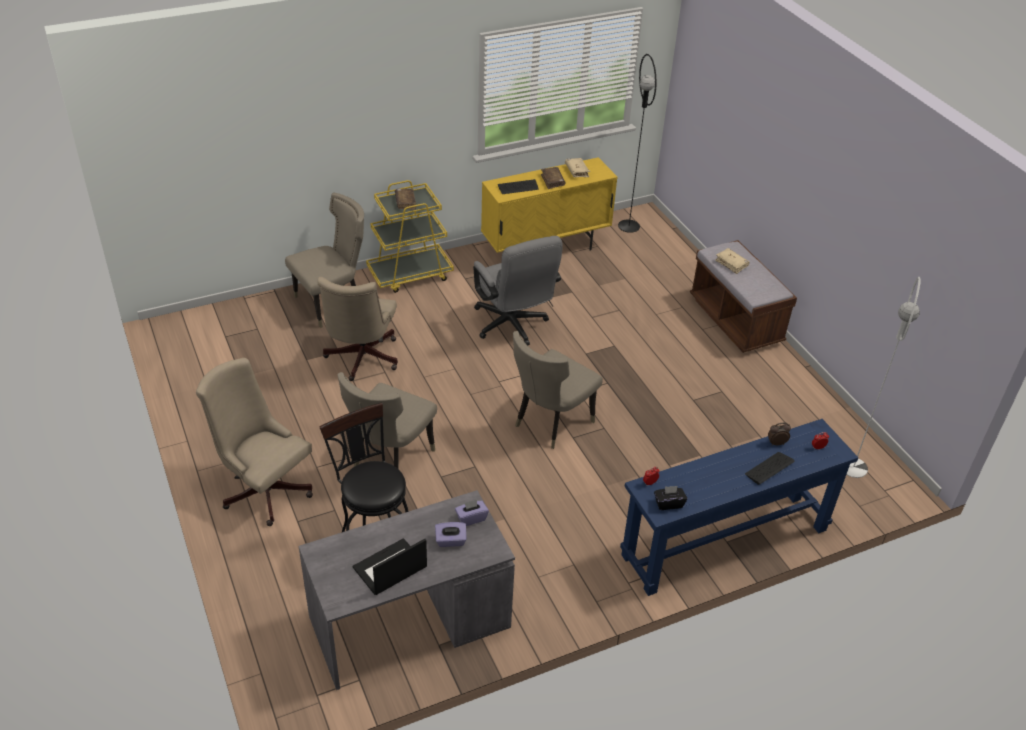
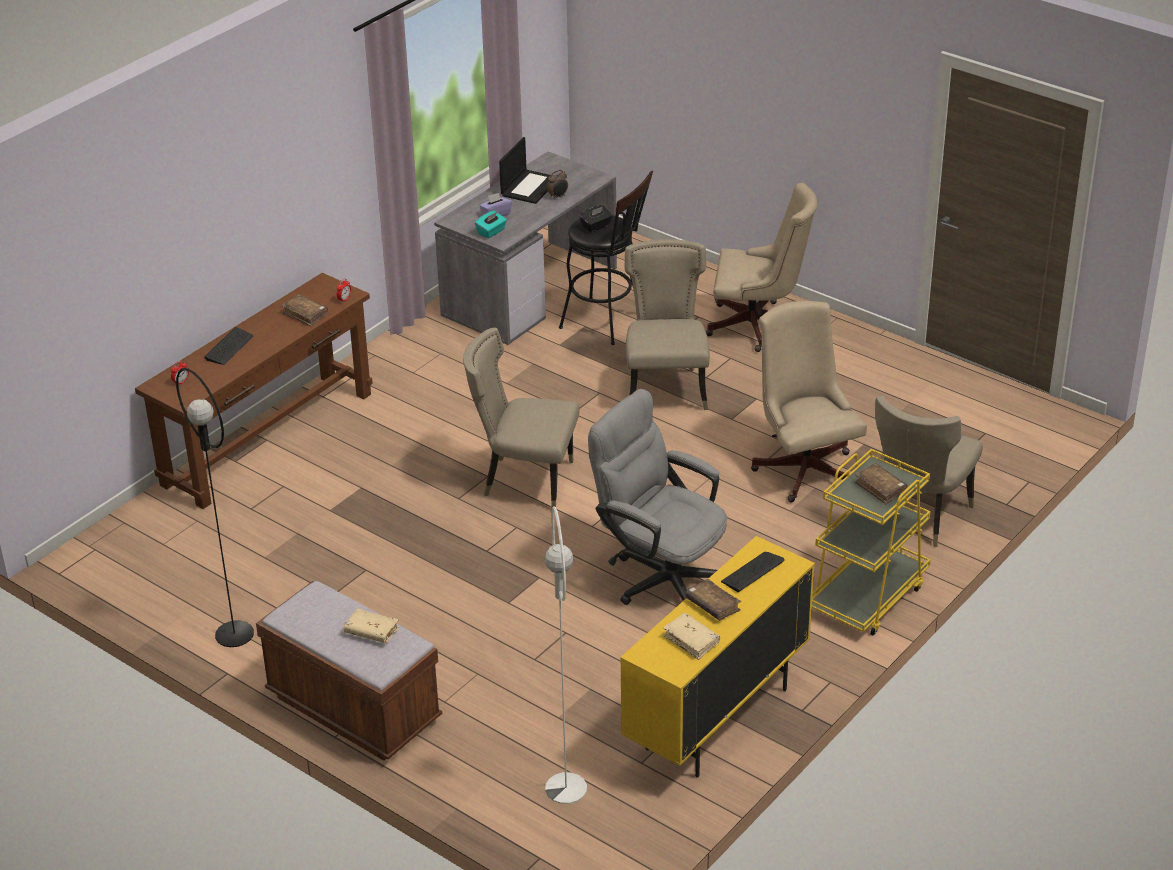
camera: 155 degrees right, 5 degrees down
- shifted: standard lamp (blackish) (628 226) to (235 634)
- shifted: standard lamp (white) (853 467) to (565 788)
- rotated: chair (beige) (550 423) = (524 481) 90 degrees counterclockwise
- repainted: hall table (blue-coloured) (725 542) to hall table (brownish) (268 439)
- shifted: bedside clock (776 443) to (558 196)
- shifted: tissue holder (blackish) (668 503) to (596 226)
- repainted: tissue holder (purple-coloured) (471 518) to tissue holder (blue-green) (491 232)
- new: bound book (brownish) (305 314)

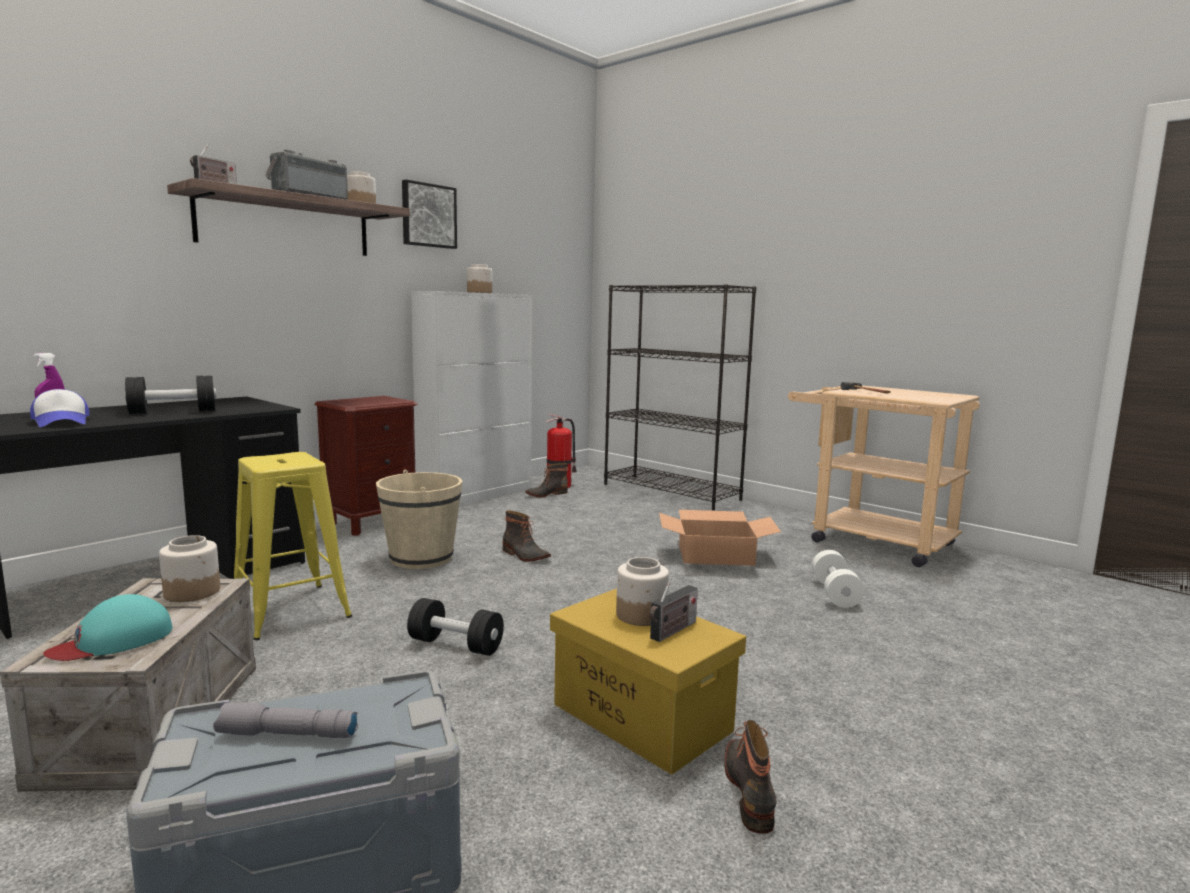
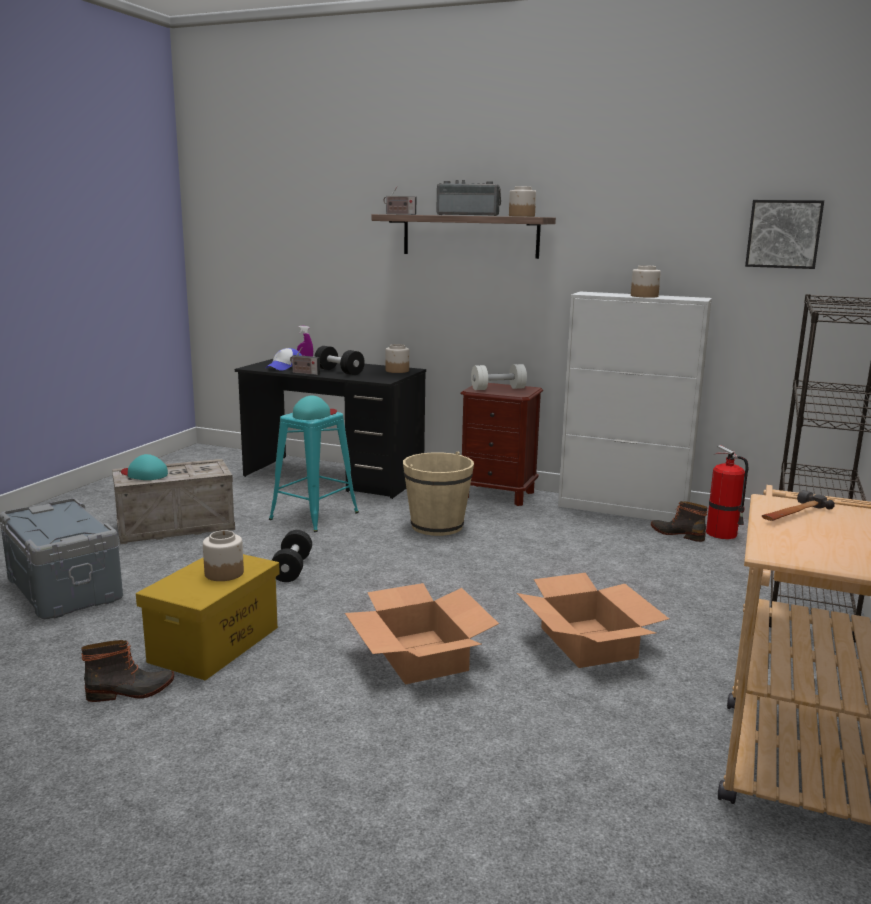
camera: 70 degrees right, 5 degrees up
- shifted: wall art (428 215) to (783 234)
- repainted: sitting stool (yellow-coloured) (290 610) to sitting stool (blue-green) (314 516)
- gone: boot (524 555)
- shifted: jar (192 592) to (397 371)
- shifted: dumbbell (white) (835 593) to (498 389)
- shifted: radio receiver (672 631) to (304 373)
- gone: hand torch (greyish) (286 735)
- new: cap (blue-green) (315 415)
- new: cardboard box (420 656)

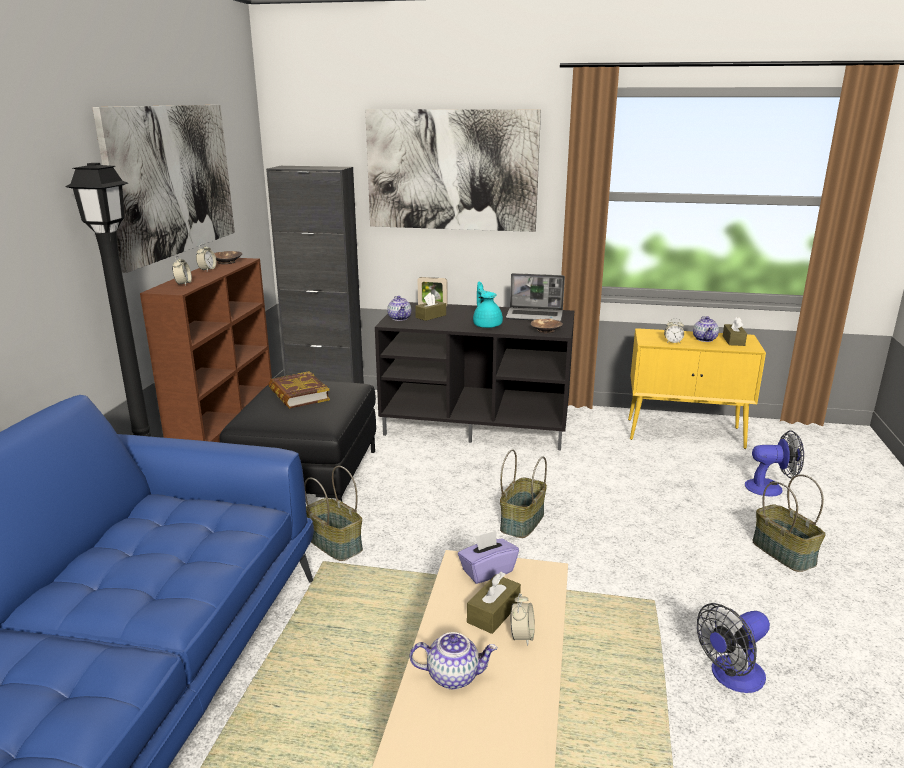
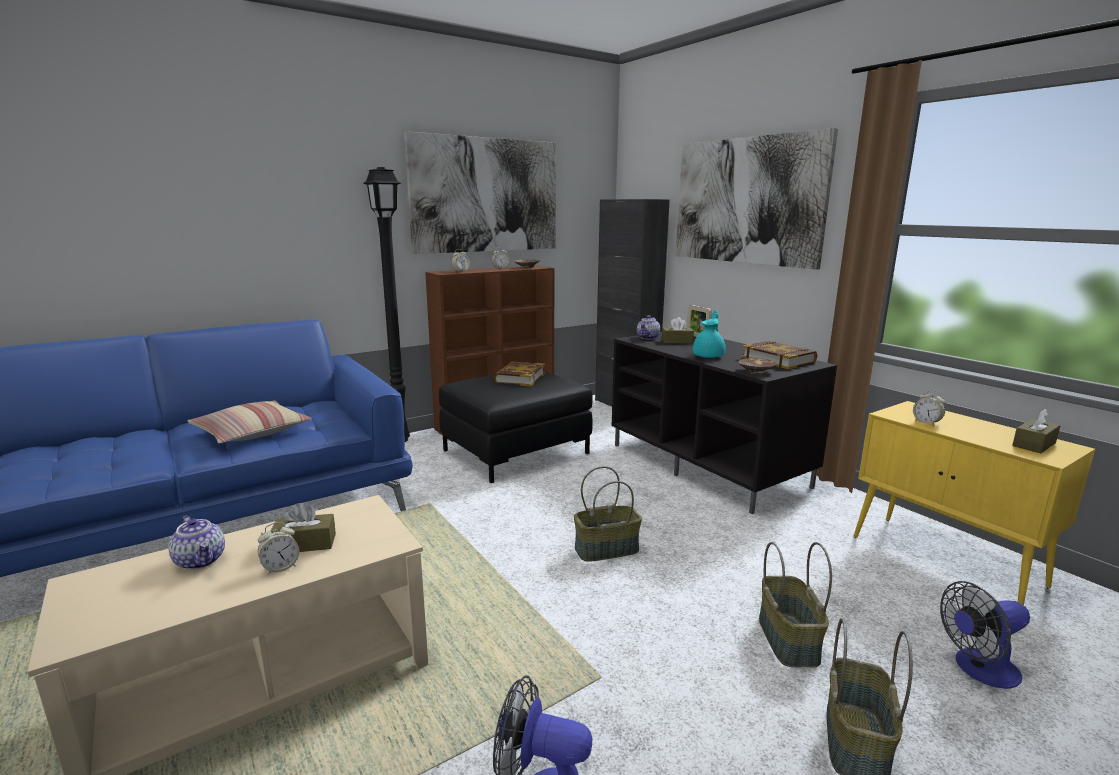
camera: 45 degrees right, 5 degrees down
- swapped: laptop (535 316) to bound book (778 360)
- gone: pot for tea (705 339)
- rotated: electric fan (770 488) = (978 670) 120 degrees clockwise
- shifted: storage basket (336 544) to (789 640)
- gone: tissue holder (purple-coloured) (487 571)
- new: pillow (251 432)

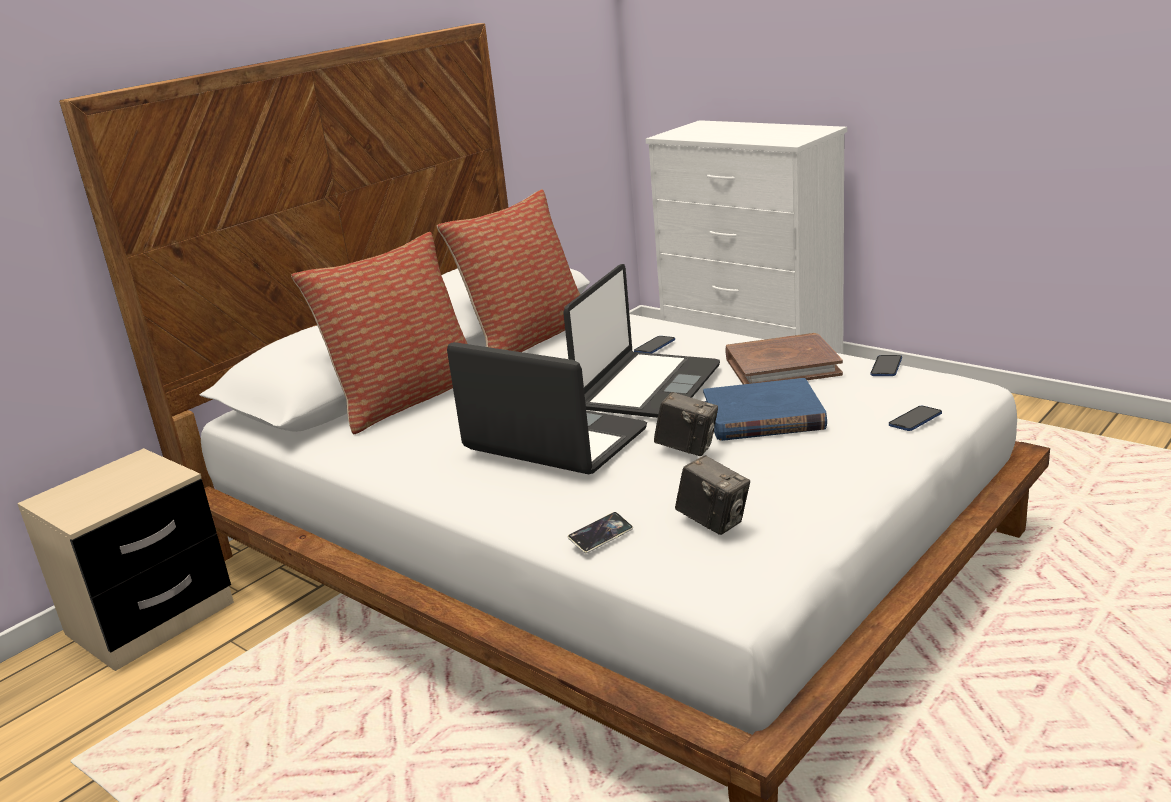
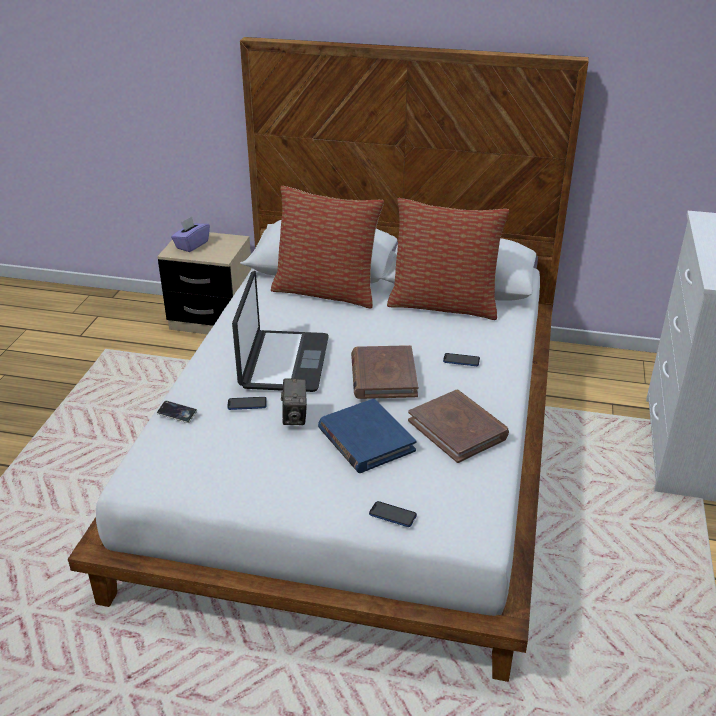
camera: 60 degrees right, 10 degrees up
- swapped: laptop (647 387) to bound book (brownish) (383 376)
- shifted: handset (886 367) to (247 404)
- gone: still camera (713 522)
- new: tissue holder (purple-coloured) (191 245)

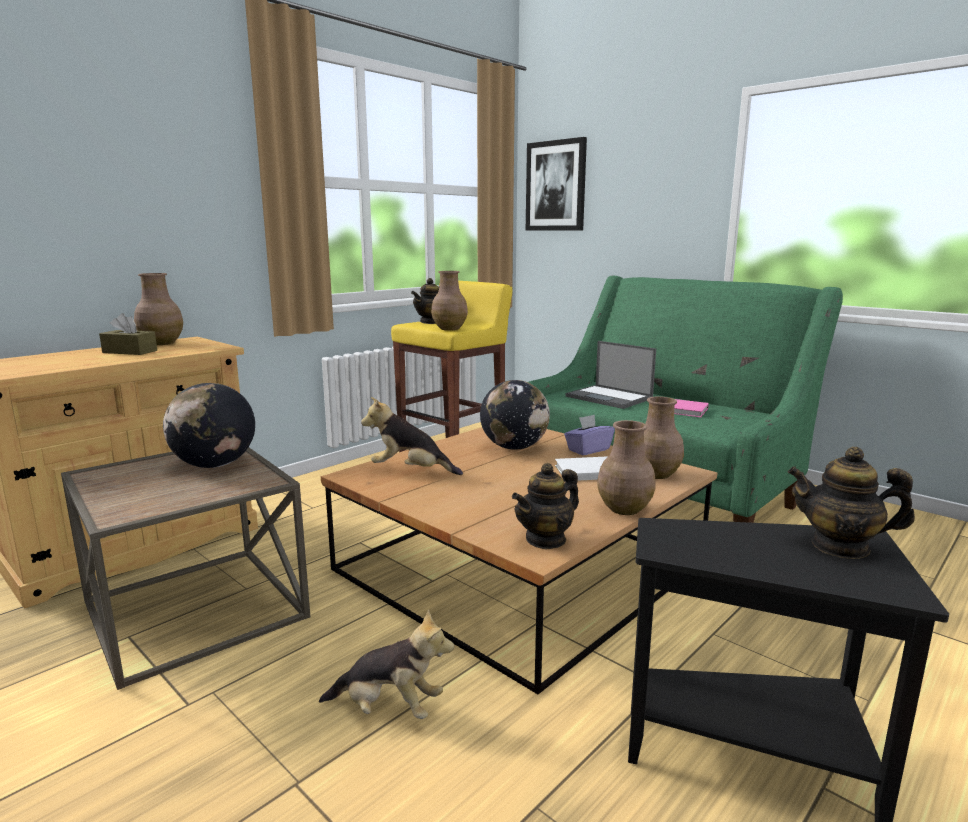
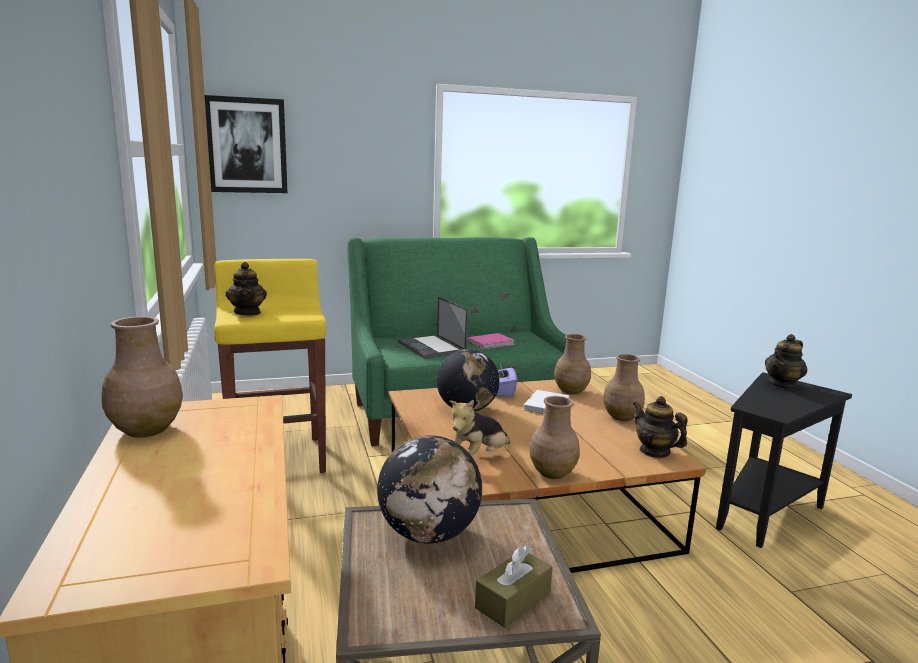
camera: 60 degrees left, 0 degrees up
- shifted: vase (brownish) (450 328) to (552 472)
- shifted: tissue holder (brownish) (130 352) to (513 600)
- rotated: laptop (610 397) = (432 347) 75 degrees clockwise
- rotated: pot for tea (546 539) = (654 451) 150 degrees clockwise
- gone: plush toy (389 708)

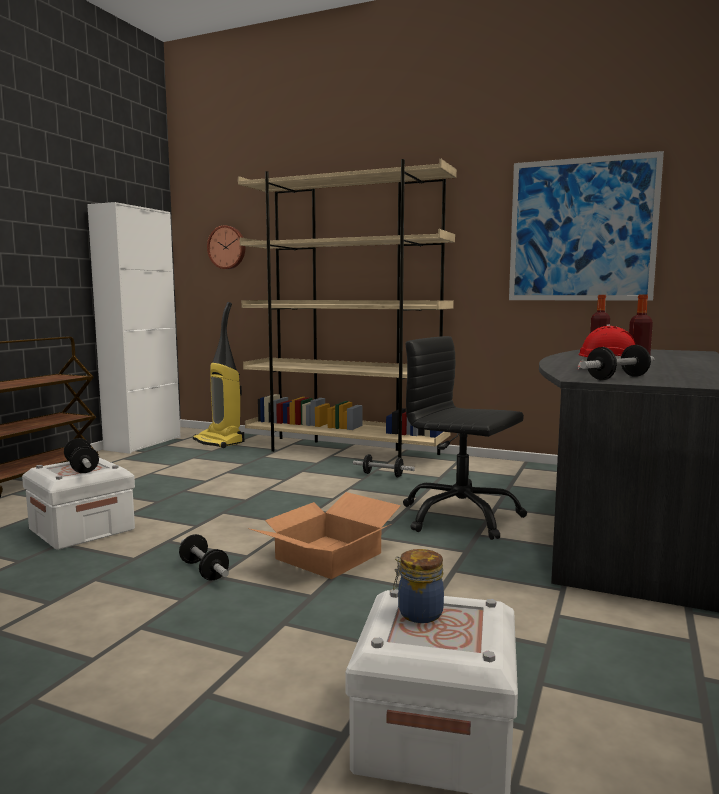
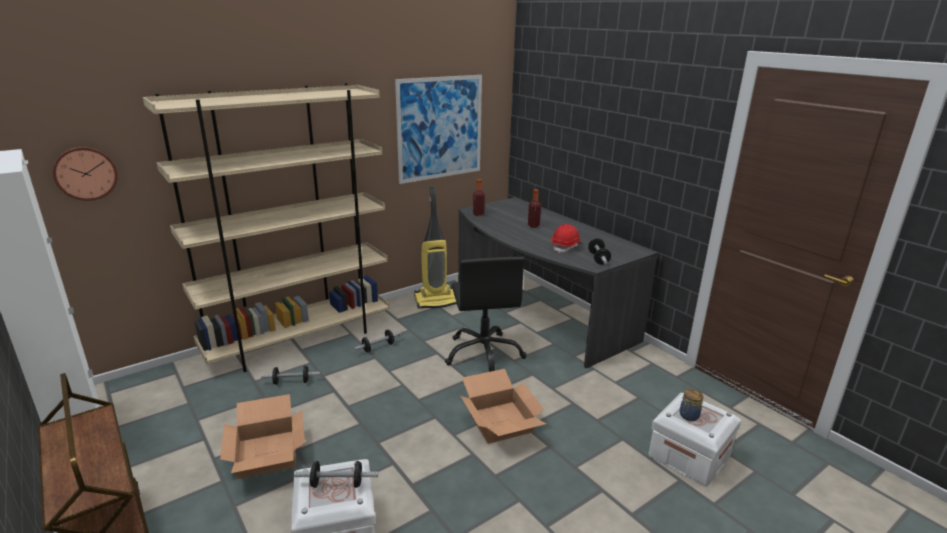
camera: 60 degrees left, 15 degrees up
- shifted: hoover (220 442) to (436 301)
- rotated: desk chair (blackish) (460 517) = (484 354) 75 degrees counterclockwise
- shifted: dumbbell (204 571) to (291 382)
- new: cardboard box (268 454)

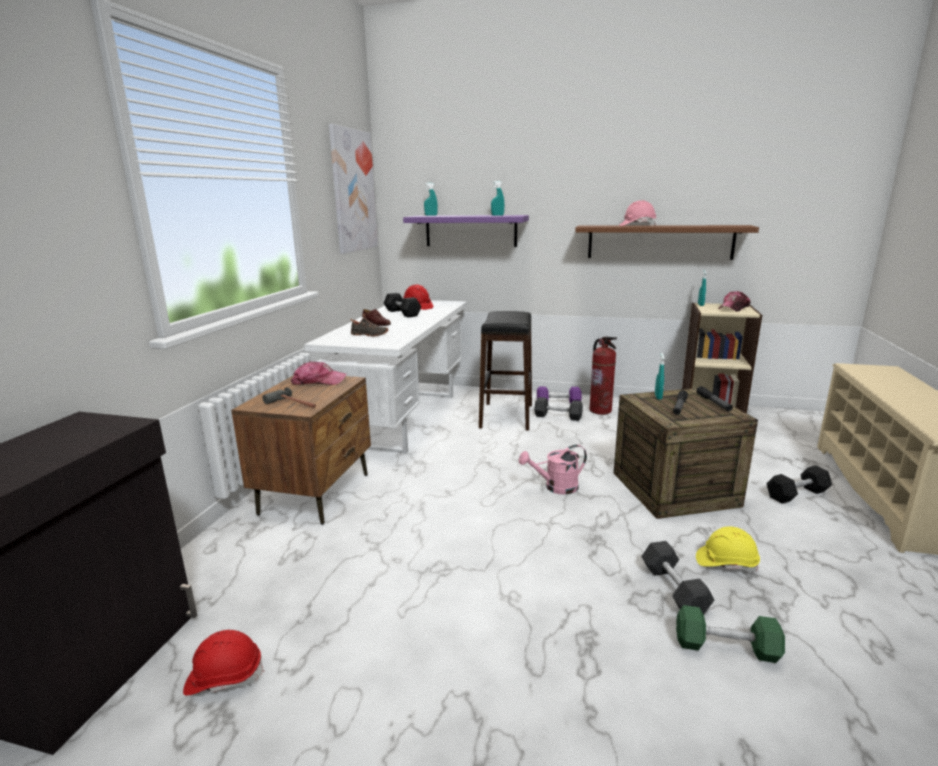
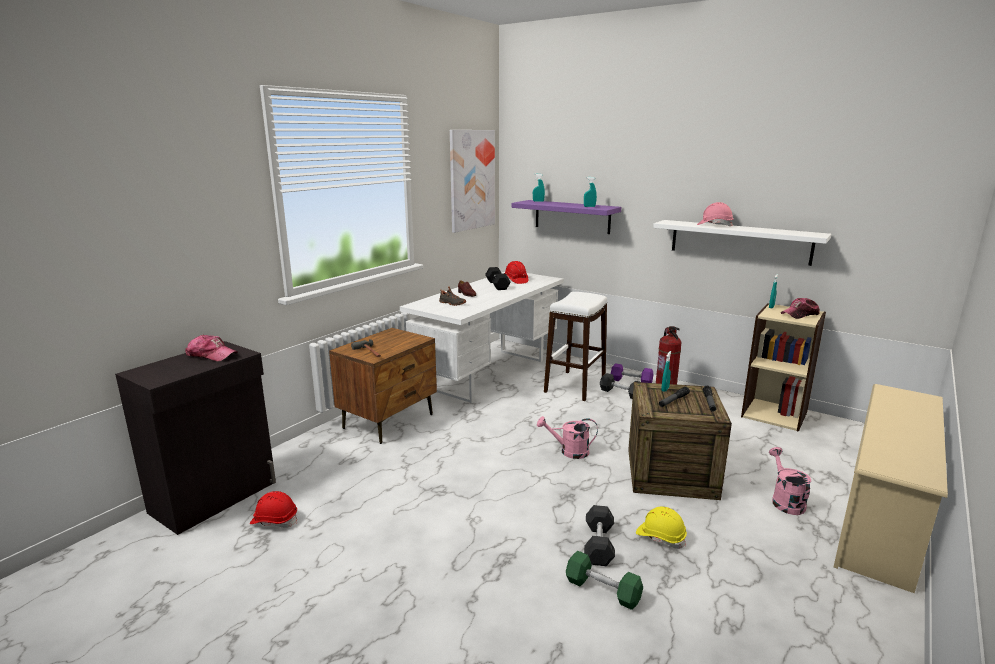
camera: 20 degrees right, 0 degrees up
- repainted: bracket shelf (brownish) (659 242) to bracket shelf (white) (739 241)
- repainted: sitting stool (blackish) (506 416) to sitting stool (white) (575 386)
- shifted: cap (318 381) to (211 355)
- swapped: dumbbell (blackish) (797 494) to watering pot (pink) (785 501)

